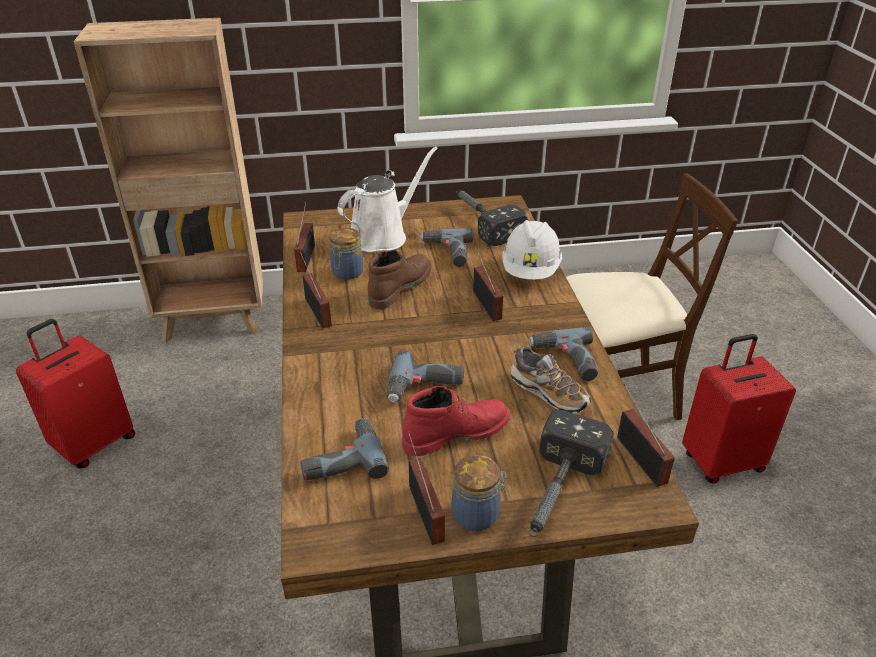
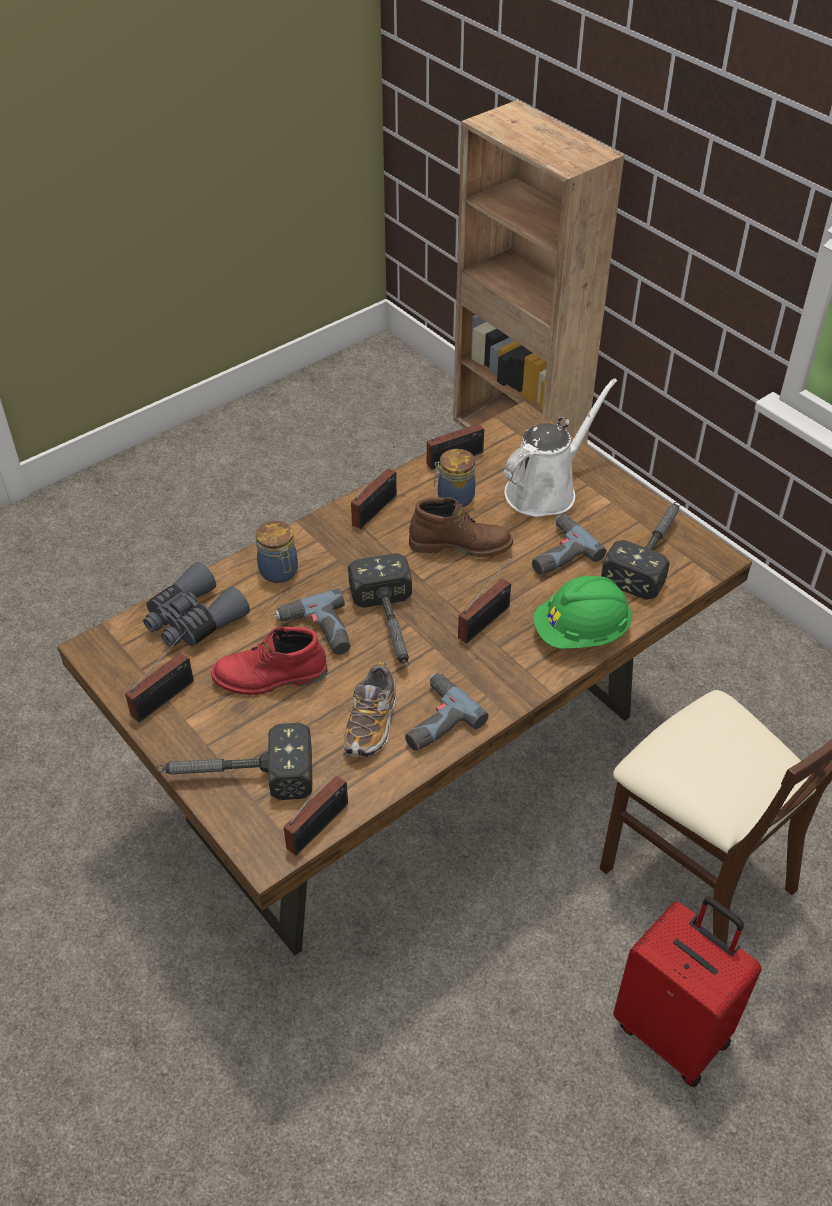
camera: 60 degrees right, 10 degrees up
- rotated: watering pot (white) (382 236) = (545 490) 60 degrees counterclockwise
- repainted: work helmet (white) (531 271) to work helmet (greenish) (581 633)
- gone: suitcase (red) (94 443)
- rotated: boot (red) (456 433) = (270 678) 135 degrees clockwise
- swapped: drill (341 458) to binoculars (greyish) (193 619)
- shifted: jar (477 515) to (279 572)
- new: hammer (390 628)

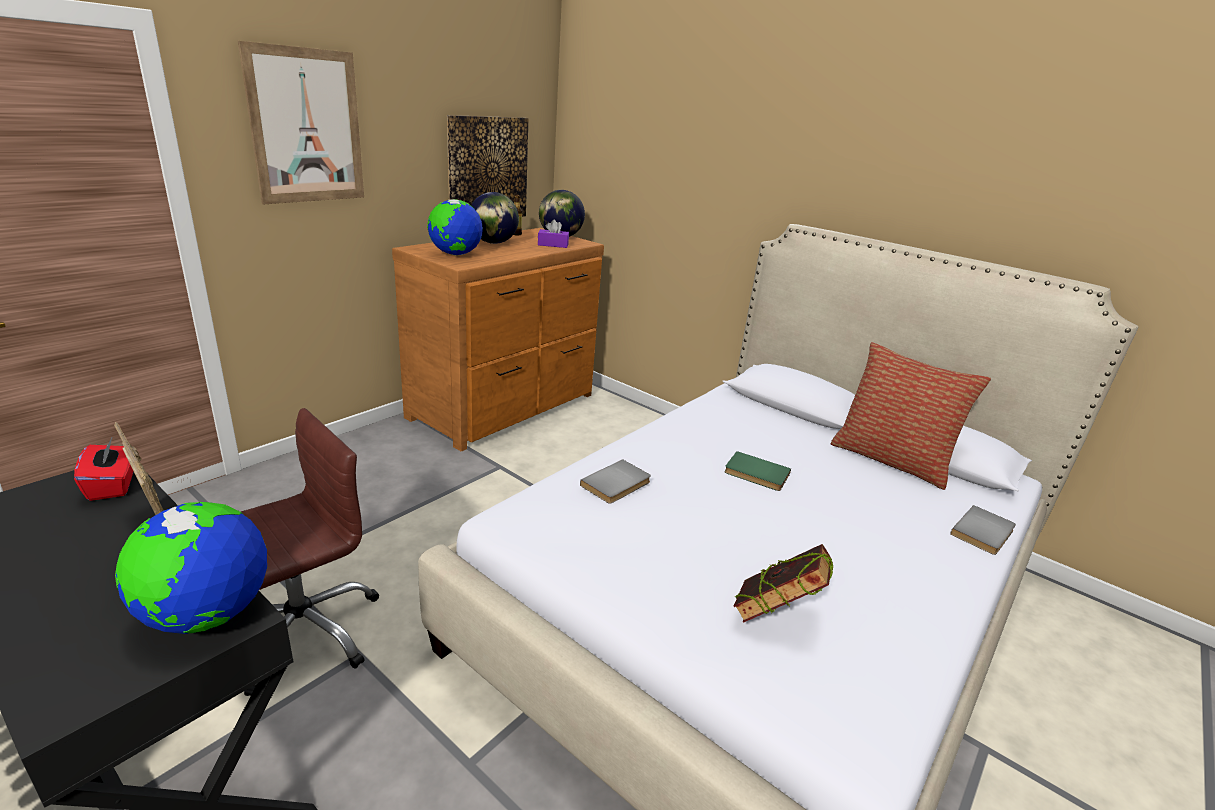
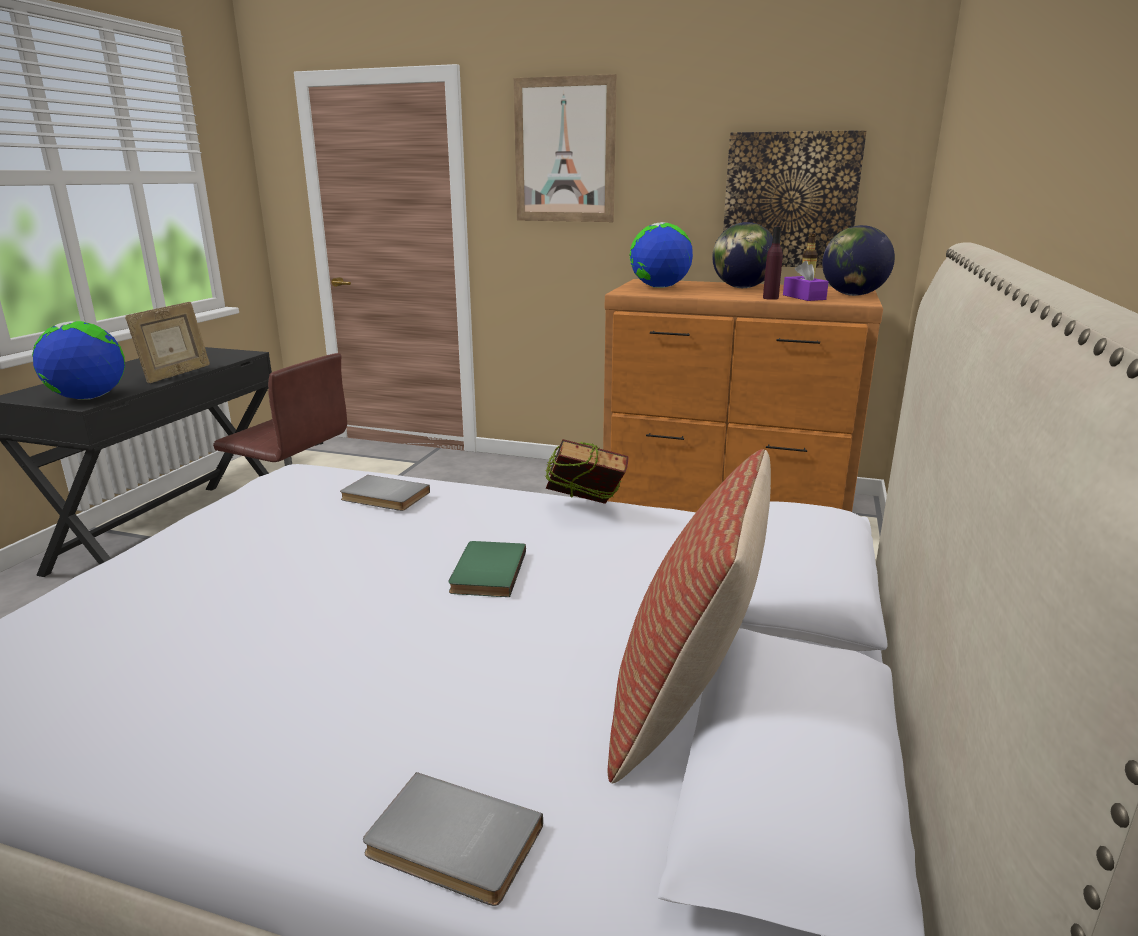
camera: 70 degrees right, 5 degrees down
- gone: tissue holder (red) (113 485)
- shifted: bound book (774 617) to (584 513)
- new: drink bottle (purple-coloured) (770 298)

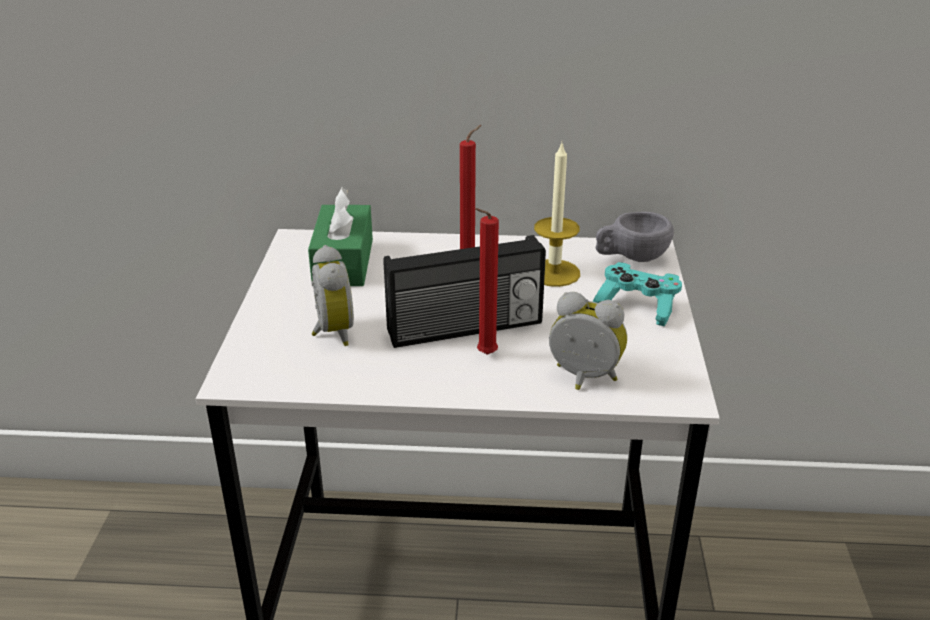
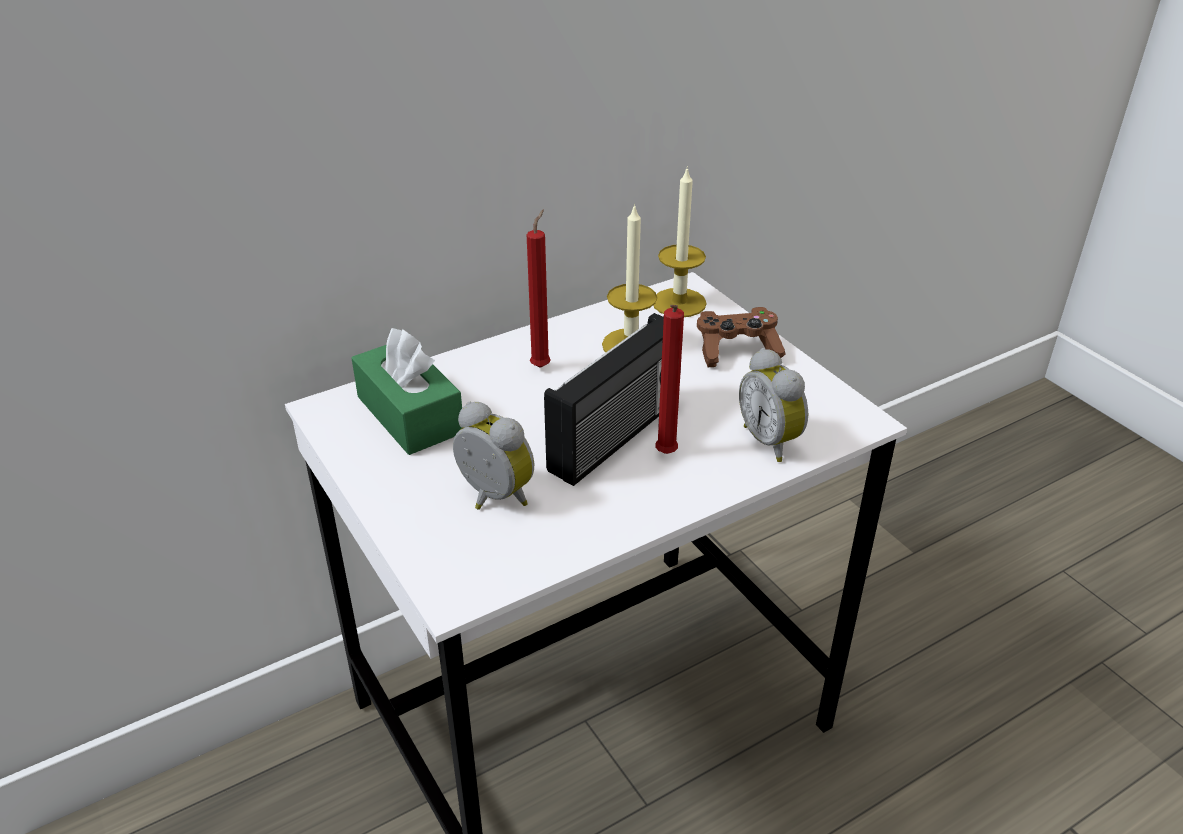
camera: 35 degrees left, 5 degrees up
- swapped: drinking cup (greyish) (631 257) to candle (679 303)
- repainted: game controller (blue-green) (637 306) to game controller (brownish) (737 350)
- rotated: bedside clock (583 379) = (772 441) 105 degrees counterclockwise

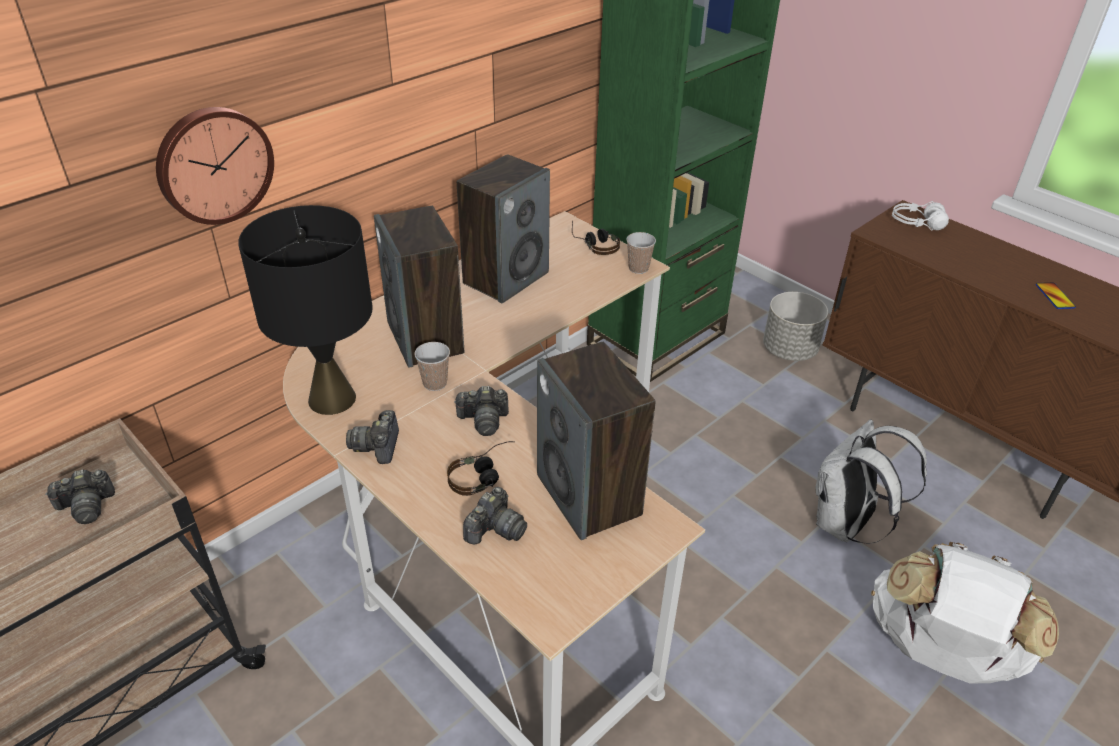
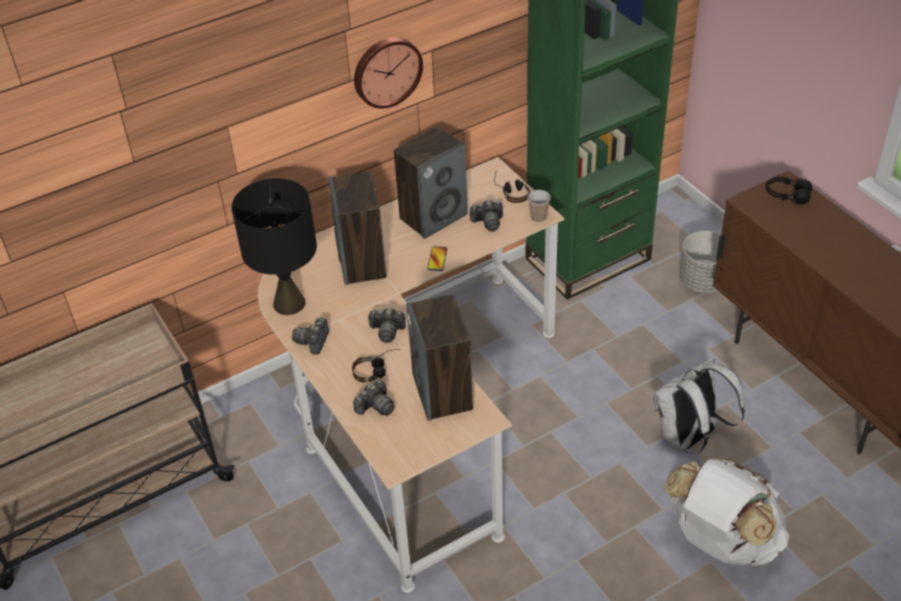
camera: 15 degrees right, 5 degrees up
- shifted: hanging clock (213 164) to (386 71)
- repainted: headphones (white) (916 223) to headphones (blackish) (787 196)
- shifted: handset (1054 296) to (437 259)
- gone: drinking cup (435 383)
- shifted: still camera (86 506) to (488 222)

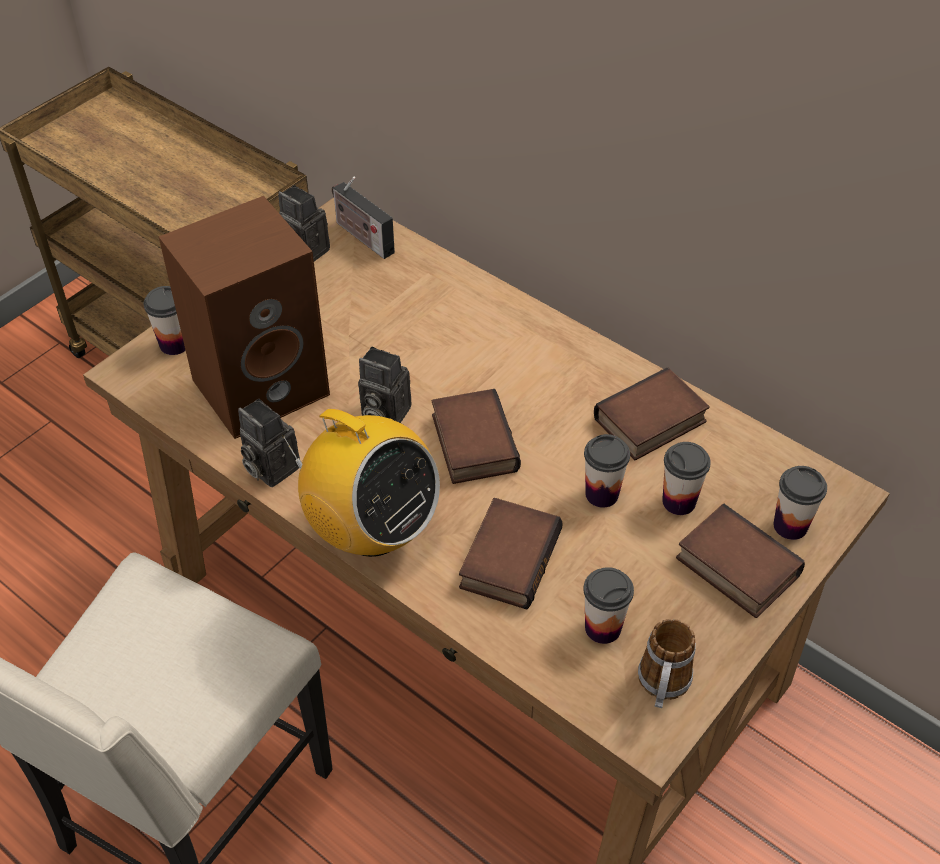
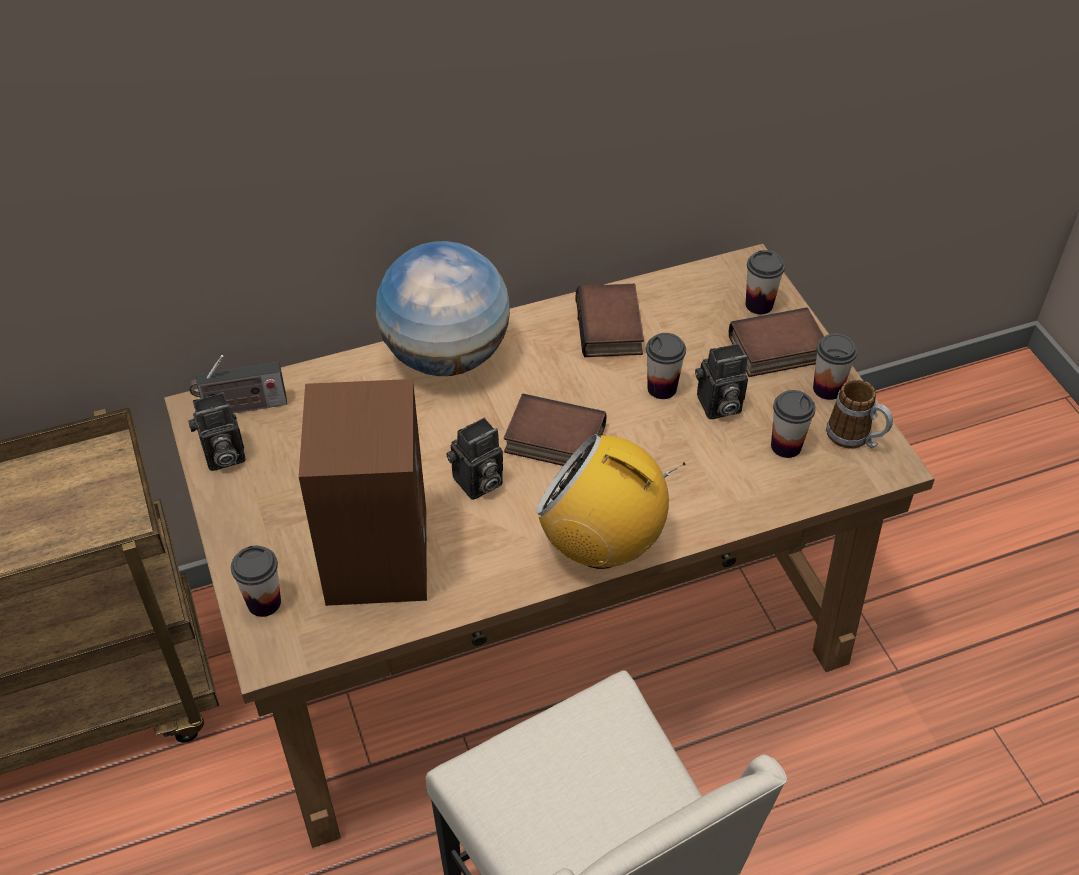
camera: 60 degrees left, 0 degrees up
- shifted: still camera (269 467) to (717 406)
- rotated: radio receiver (371 530) = (601 544) 135 degrees counterclockwise
- shifted: drinking cup (679 501) to (827 389)
- gone: bound book (507 557)
- new: globe (446 355)

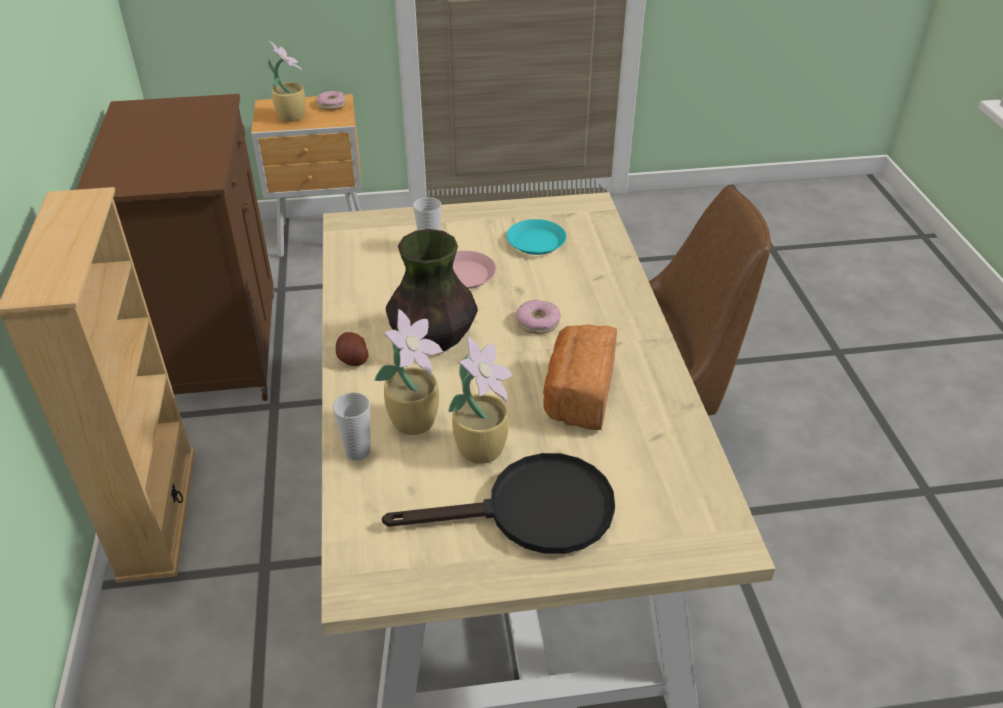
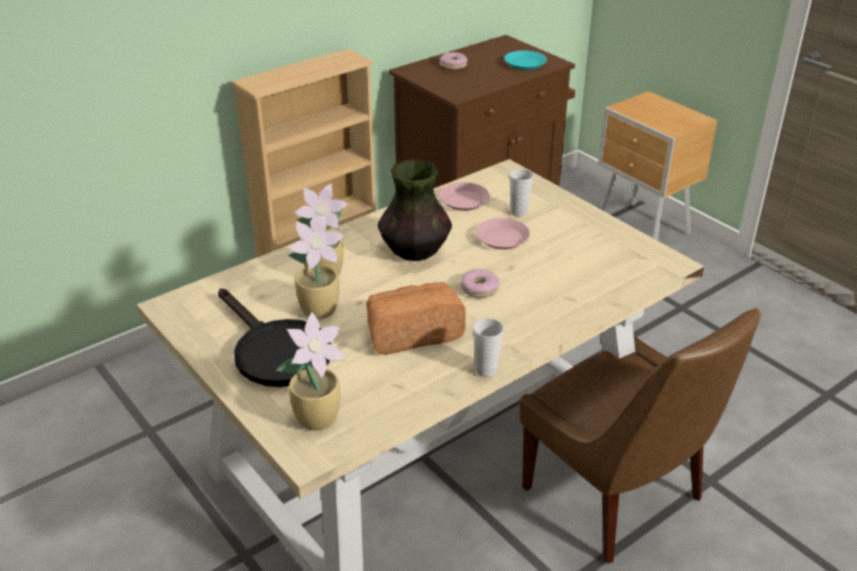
camera: 60 degrees right, 5 degrees down
- shifted: houseplant (292 116) to (319 417)
- shifted: donut (332 105) to (453 65)
- shifted: dinner plate (blue-green) (536 242) to (525 64)
- gone: potato (353 359)
- shifted: drinking cup (357 451) to (486 370)
- new: dinner plate (pink) (464 201)

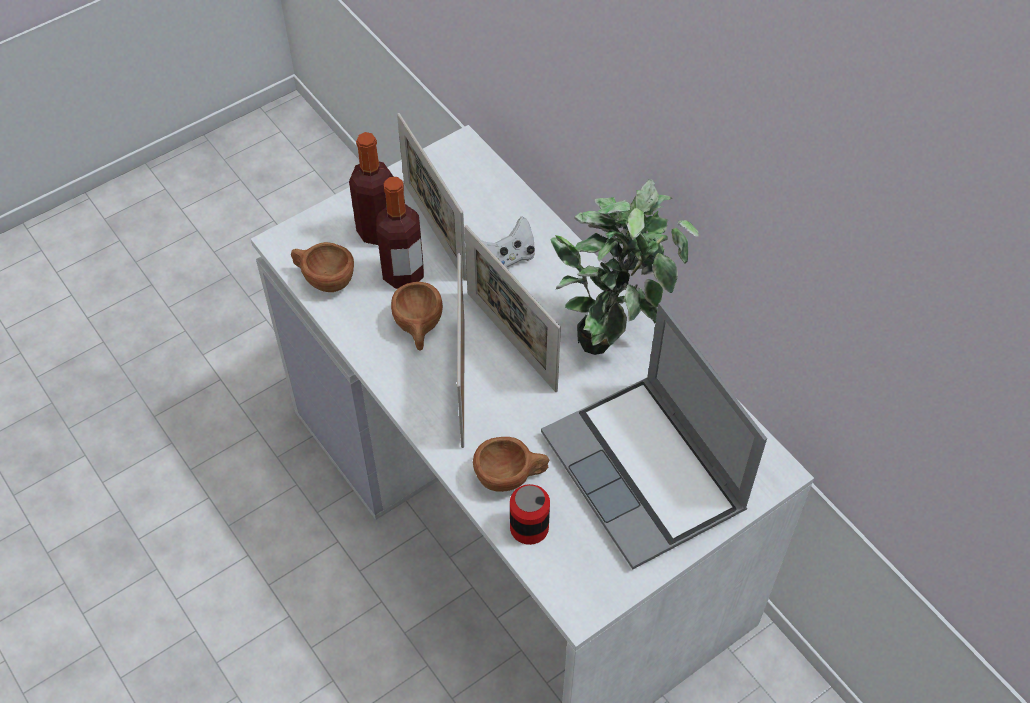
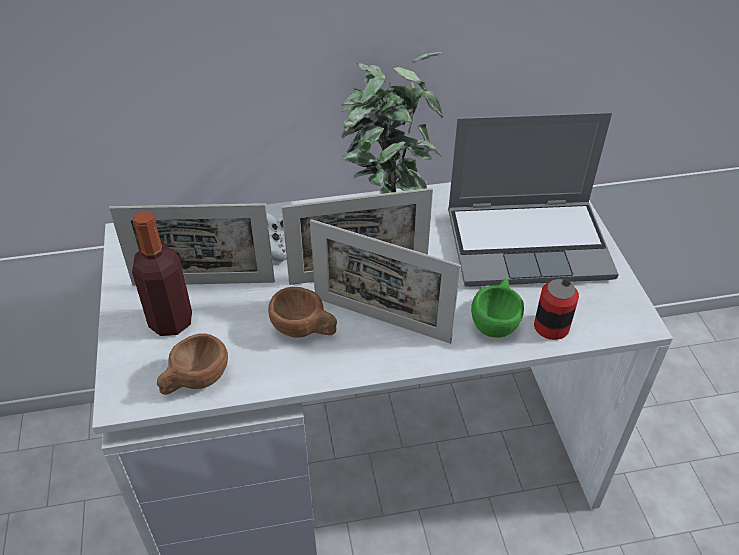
camera: 65 degrees left, 10 degrees down
- gone: drink bottle (403 274)
- repainted: drinking cup (brownish) (511 476) to drinking cup (greenish) (495 321)

